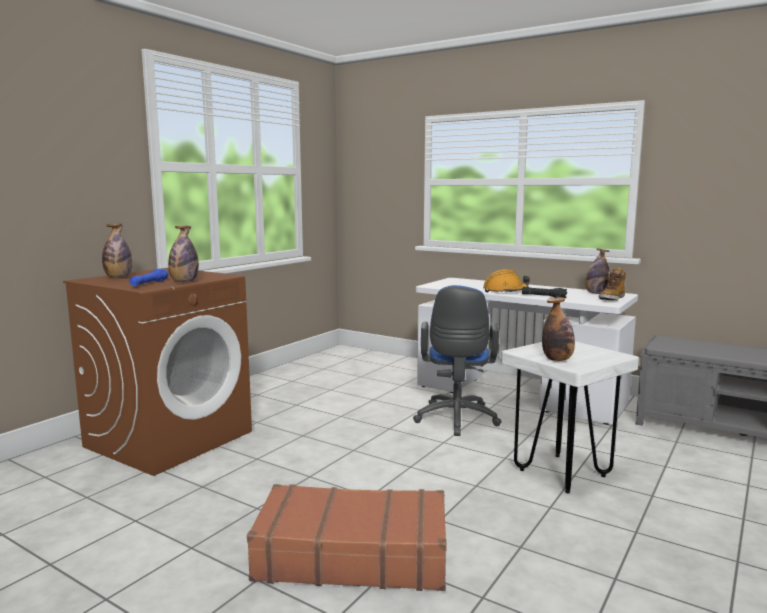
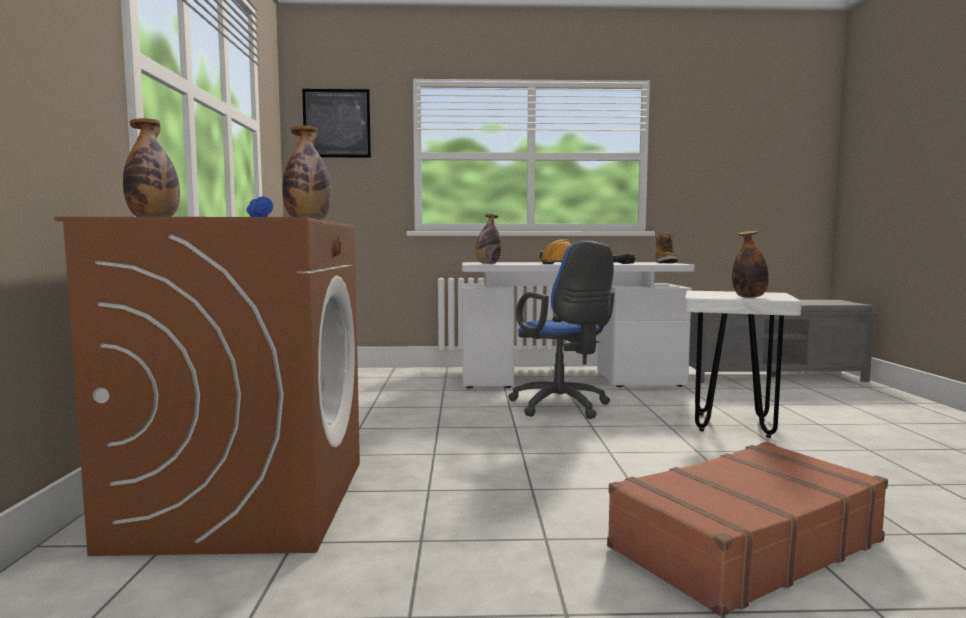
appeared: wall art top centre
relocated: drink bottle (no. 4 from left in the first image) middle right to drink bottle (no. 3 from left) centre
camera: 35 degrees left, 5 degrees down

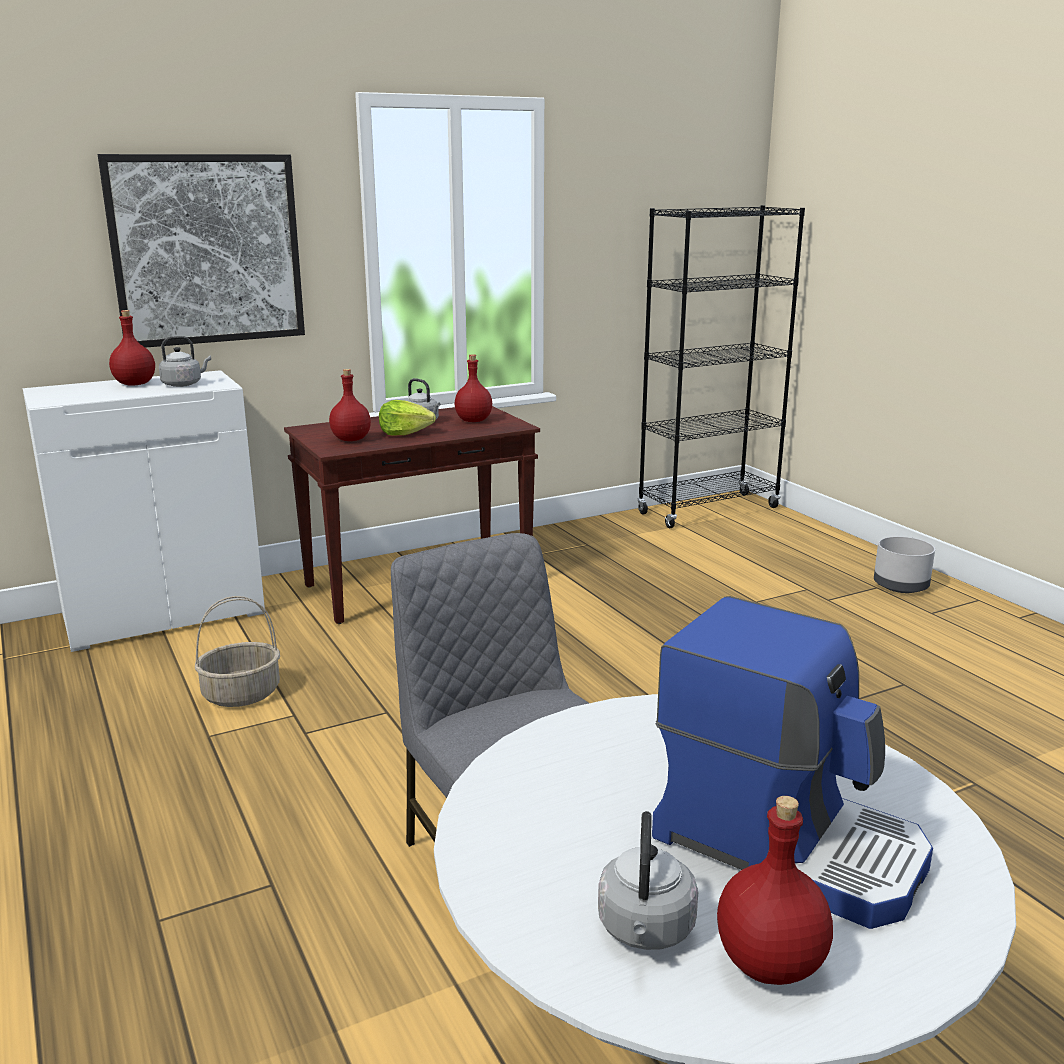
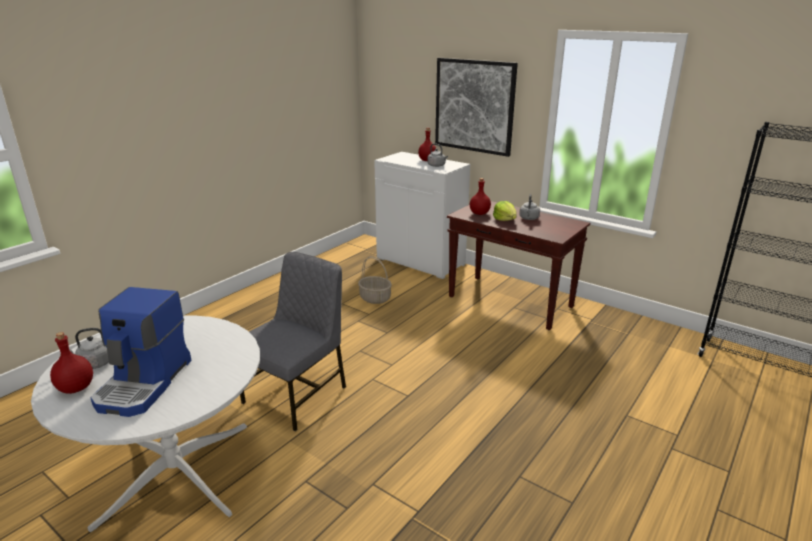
missing: drink bottle (reddish) (no. 3 from left) centre; planter (gray) middle right
camera: 65 degrees right, 5 degrees up

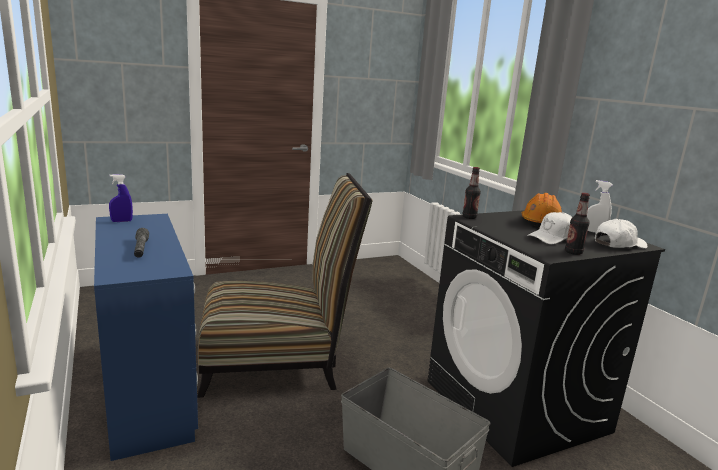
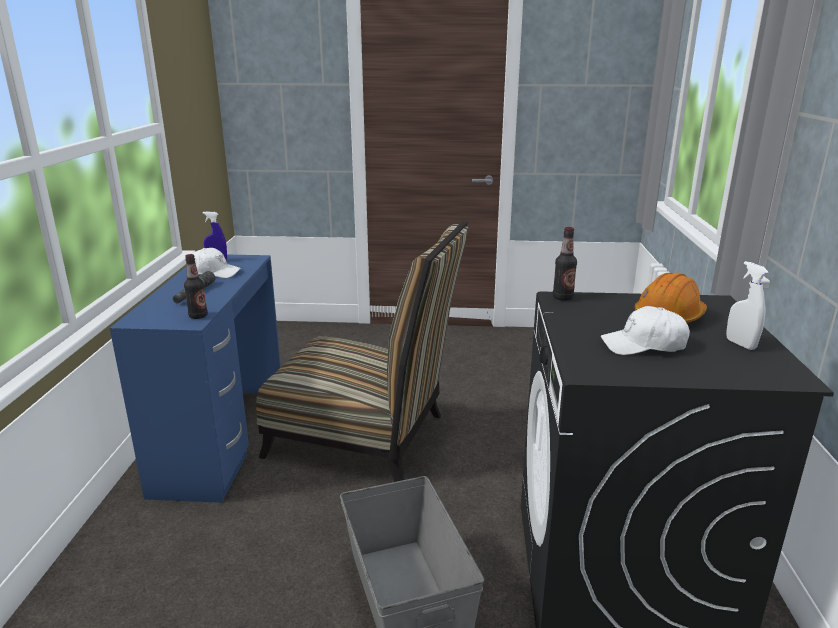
relocated: drink bottle (no. 2 from left in the first image) middle right to drink bottle (no. 1 from left) middle left; peaked cap (white-coloured) (no. 2 from left in the first image) middle right to peaked cap (white-coloured) (no. 1 from left) middle left
camera: 30 degrees right, 5 degrees up

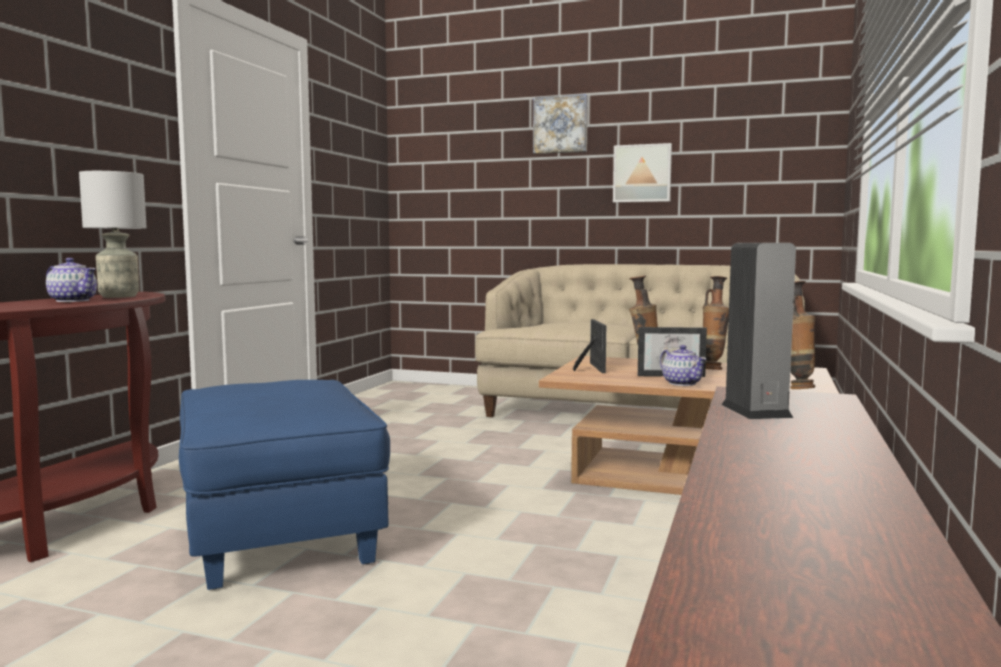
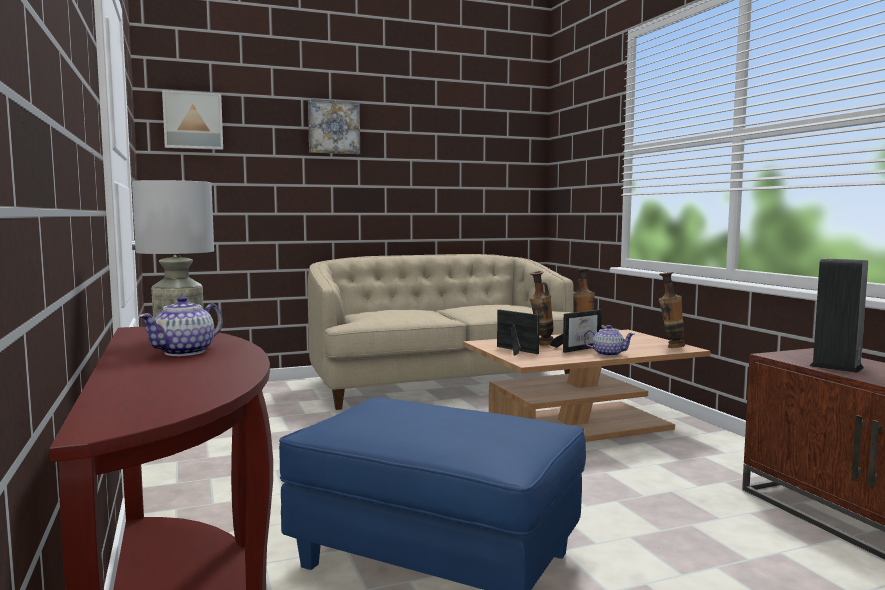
relocated: wall art (no. 2 from left in the first image) top centre to wall art (no. 1 from left) top left
spun: pot for tea (no. 1 from left) middle left = middle left 135 degrees clockwise
camera: 40 degrees left, 0 degrees up

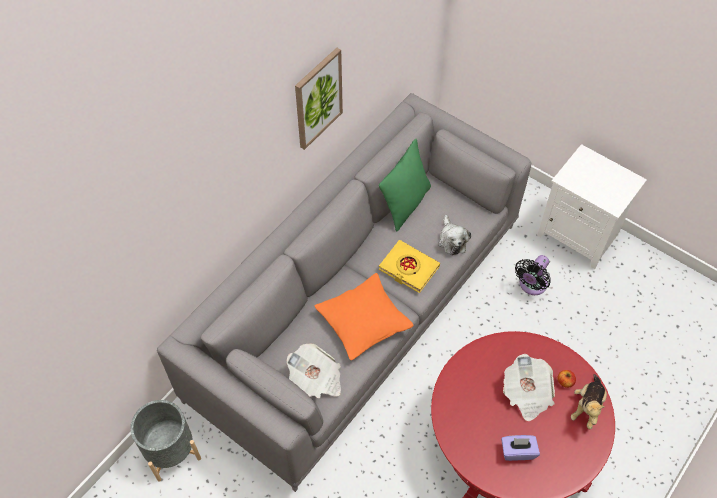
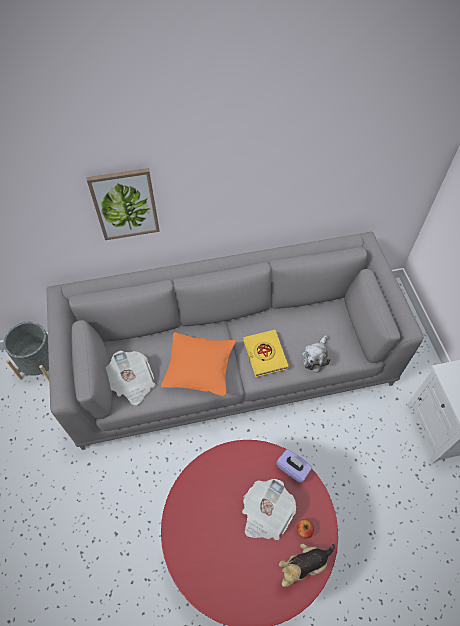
missing: cushion (green) centre; cooling fan (black) middle right
relocated: wall art top centre to top left; tissue holder (purple-coloured) bottom right to bottom centre
camera: 40 degrees right, 0 degrees up

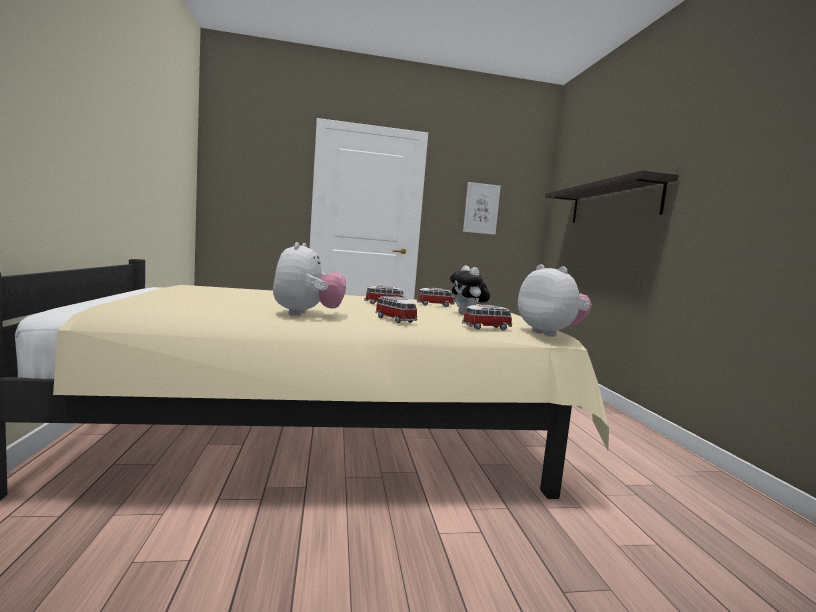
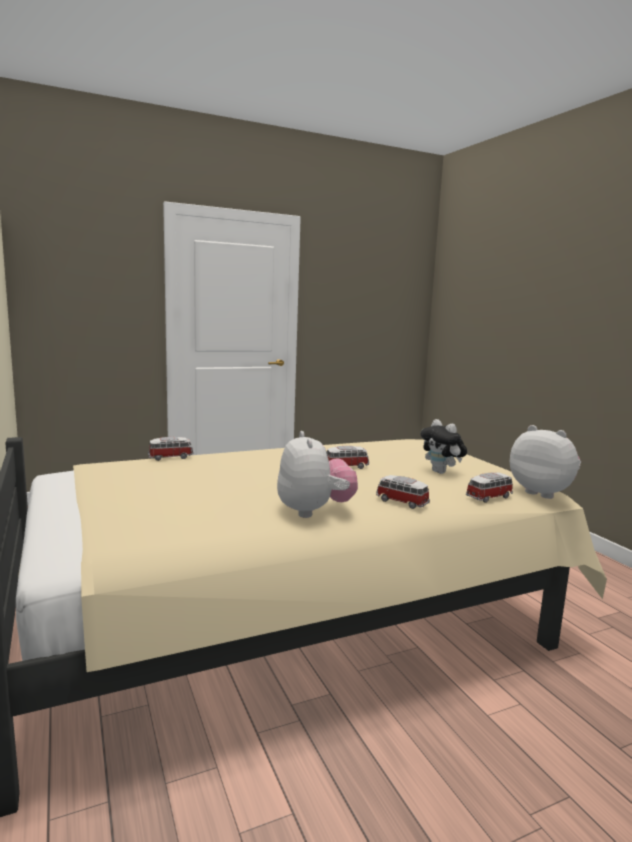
missing: wall art centre; bracket shelf top right
relocated: model car (no. 3 from left in the first image) centre to model car (no. 1 from left) middle left
camera: 15 degrees left, 5 degrees up

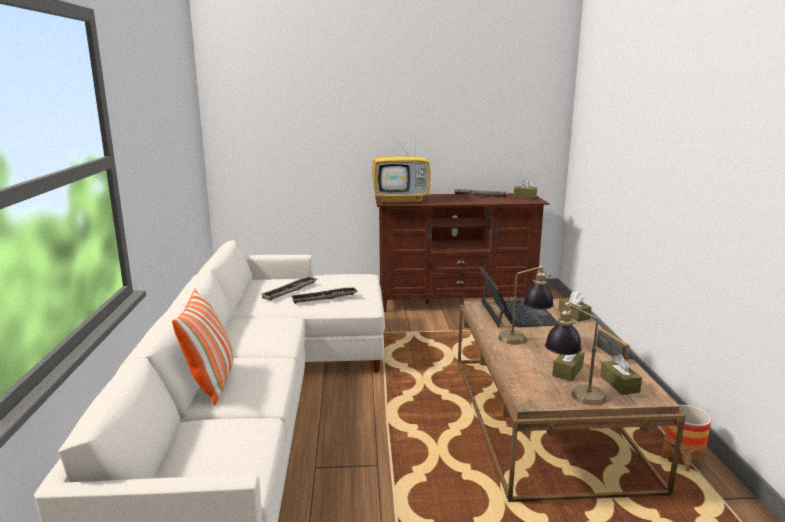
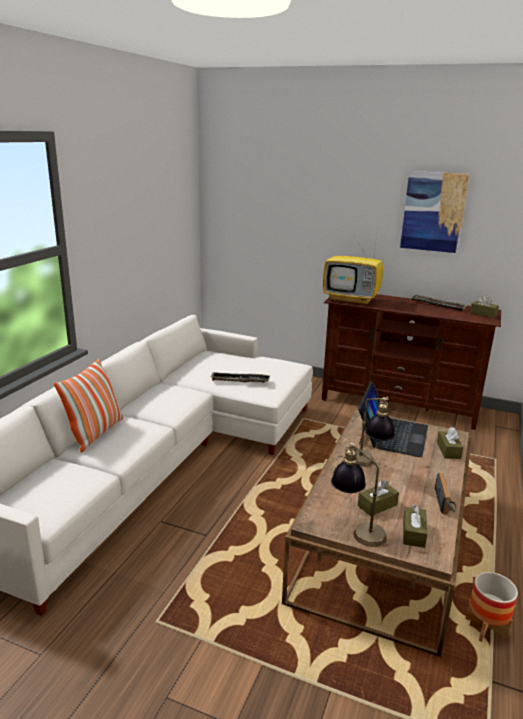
missing: carrying tray (no. 1 from left) centre
appeared: wall art top right
camera: 25 degrees right, 5 degrees up

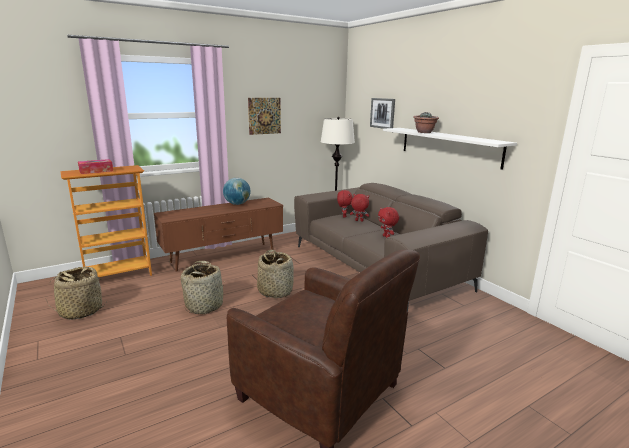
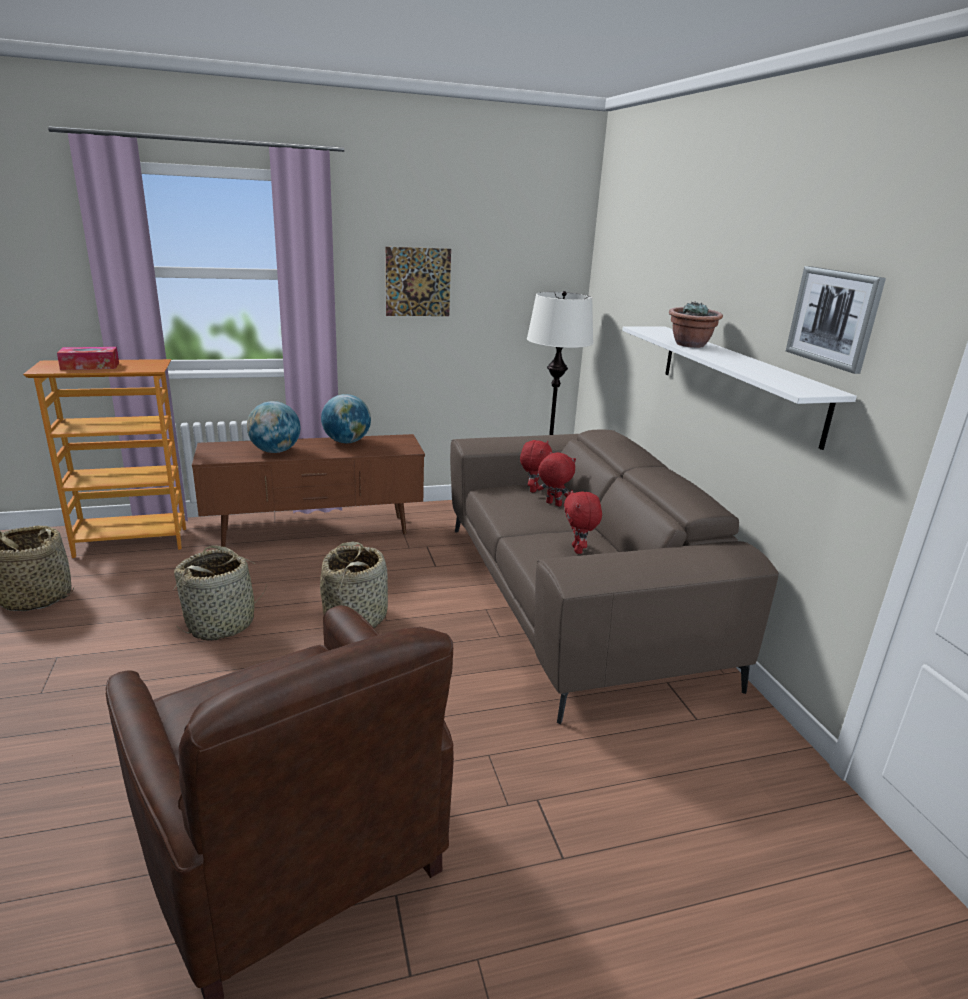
appeared: globe (no. 1 from left) middle left
relocated: wall art (no. 2 from left) top centre to top right
camera: 15 degrees right, 5 degrees up

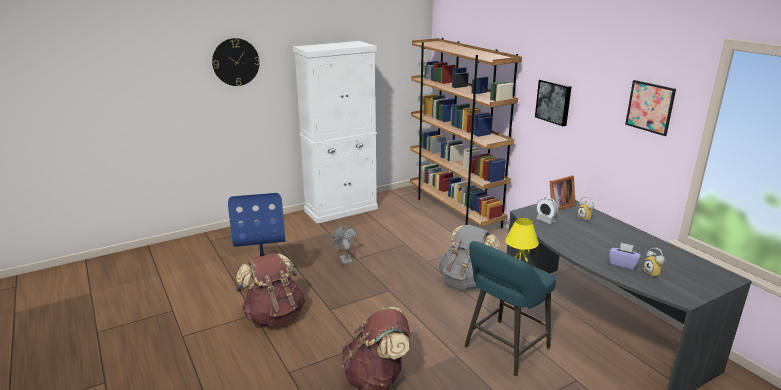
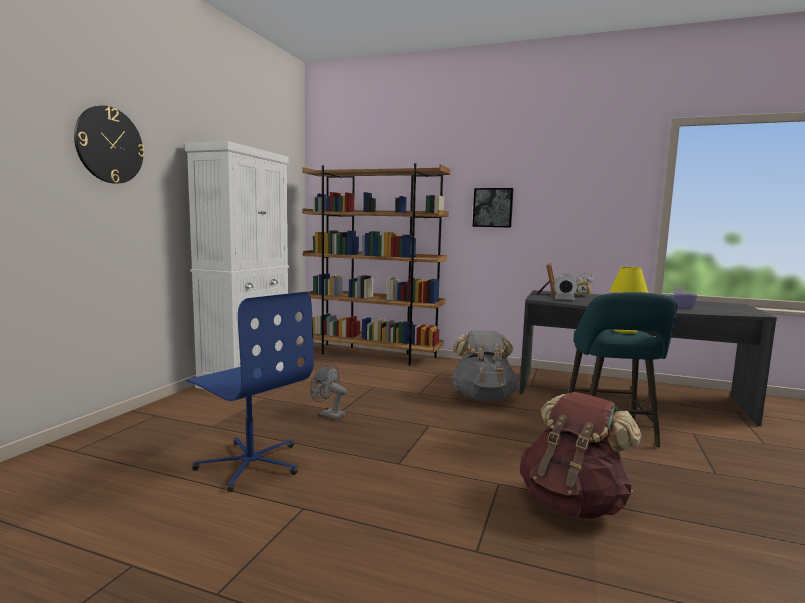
missing: backpack (brownish) (no. 1 from left) bottom centre; wall art (no. 2 from left) top right; table clock (no. 3 from left) bottom right
camera: 40 degrees left, 15 degrees down

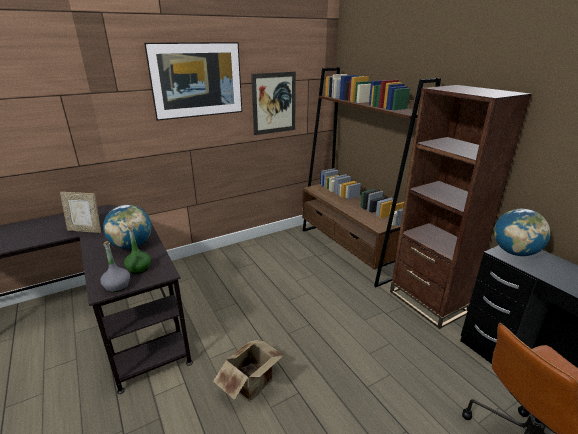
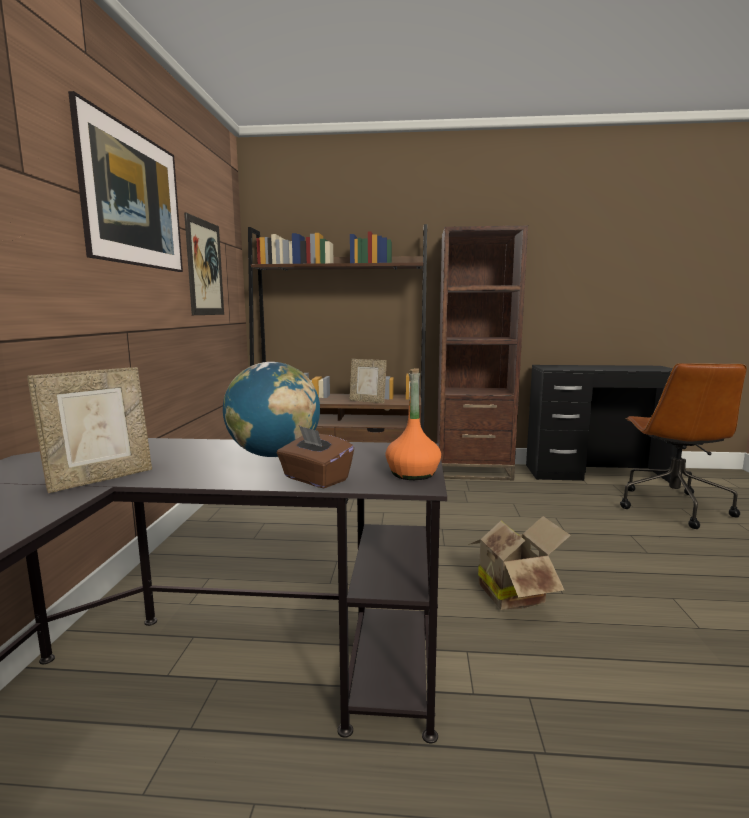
missing: drink bottle (green) middle left; globe (no. 2 from left) middle right
appeared: tissue holder (brownish) centre; standing frame (no. 2 from left) centre
colour: drink bottle (gray) middle left to drink bottle (orange) centre
camera: 55 degrees left, 15 degrees down

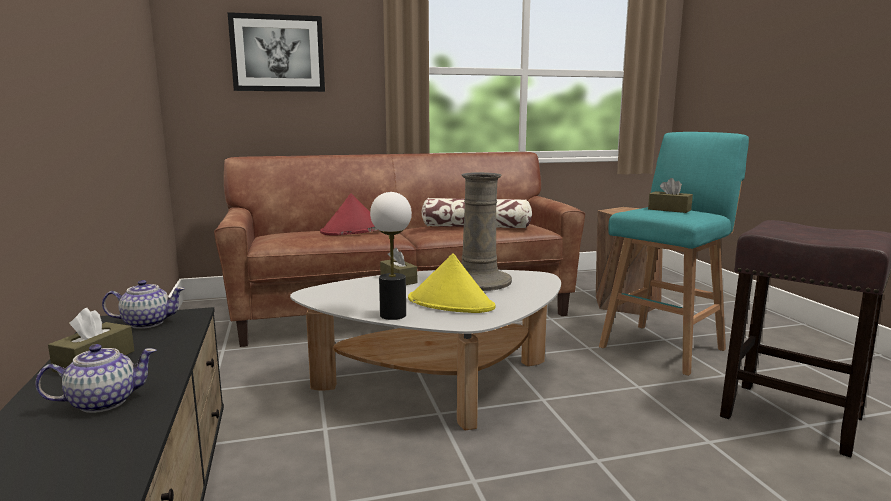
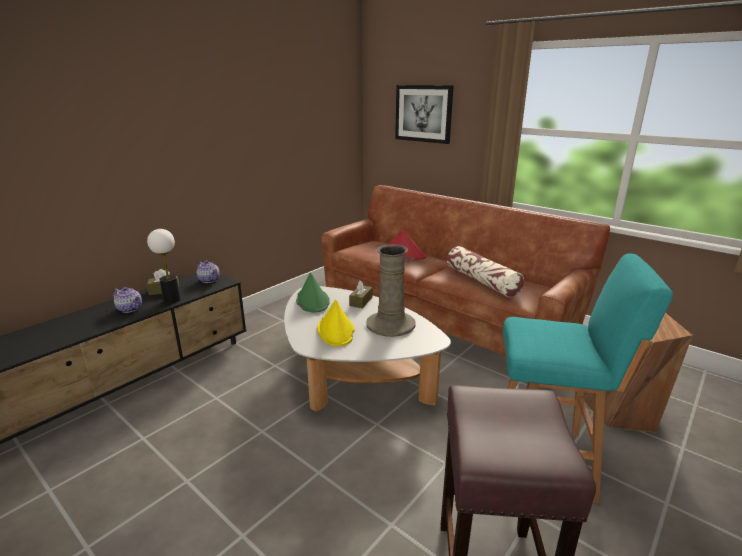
missing: tissue holder (brownish) (no. 3 from left) middle right
appeared: wearable hat (green) centre
relocated: table lamp centre to middle left
camera: 55 degrees right, 10 degrees up

